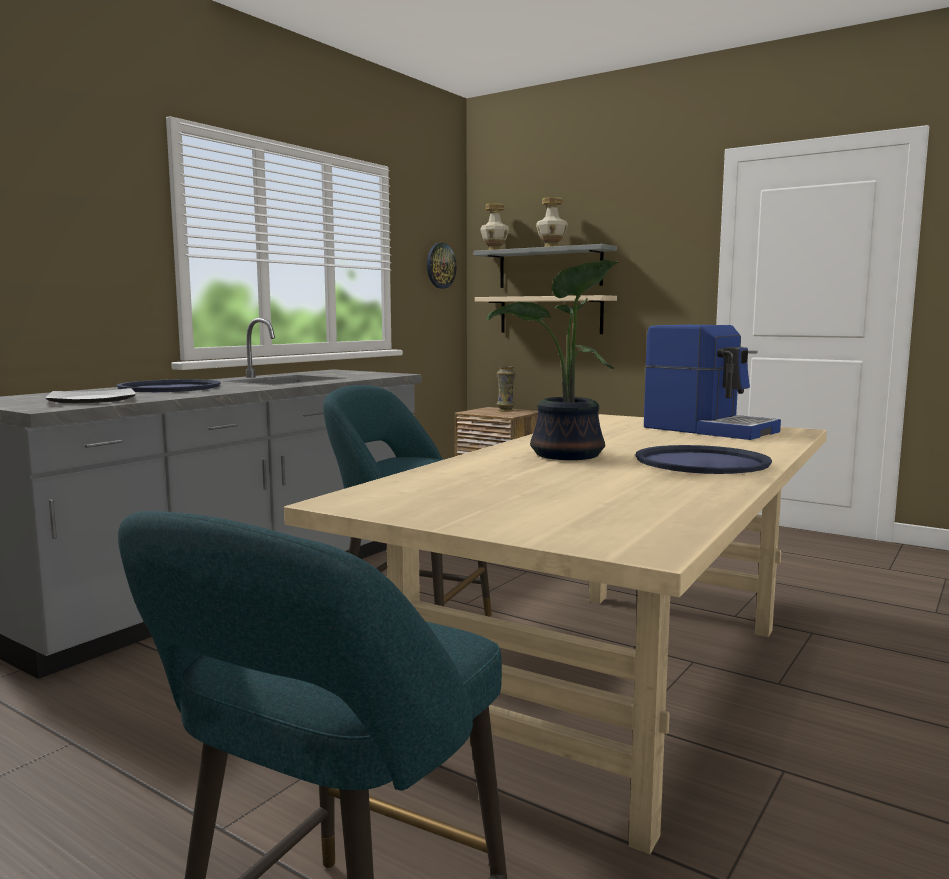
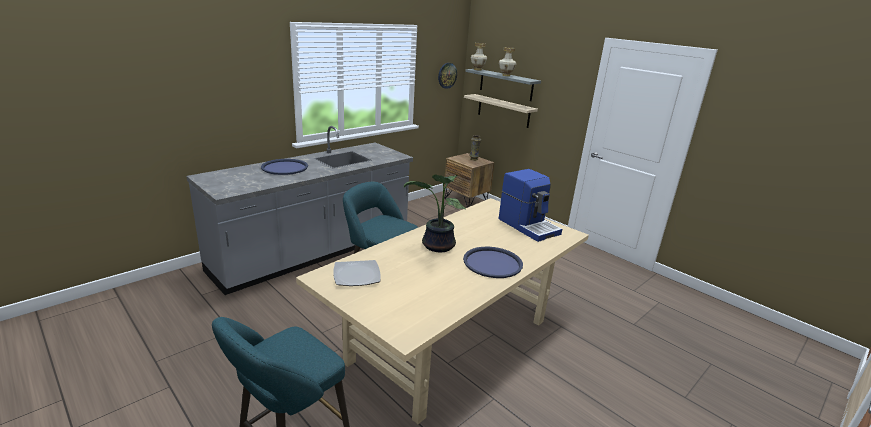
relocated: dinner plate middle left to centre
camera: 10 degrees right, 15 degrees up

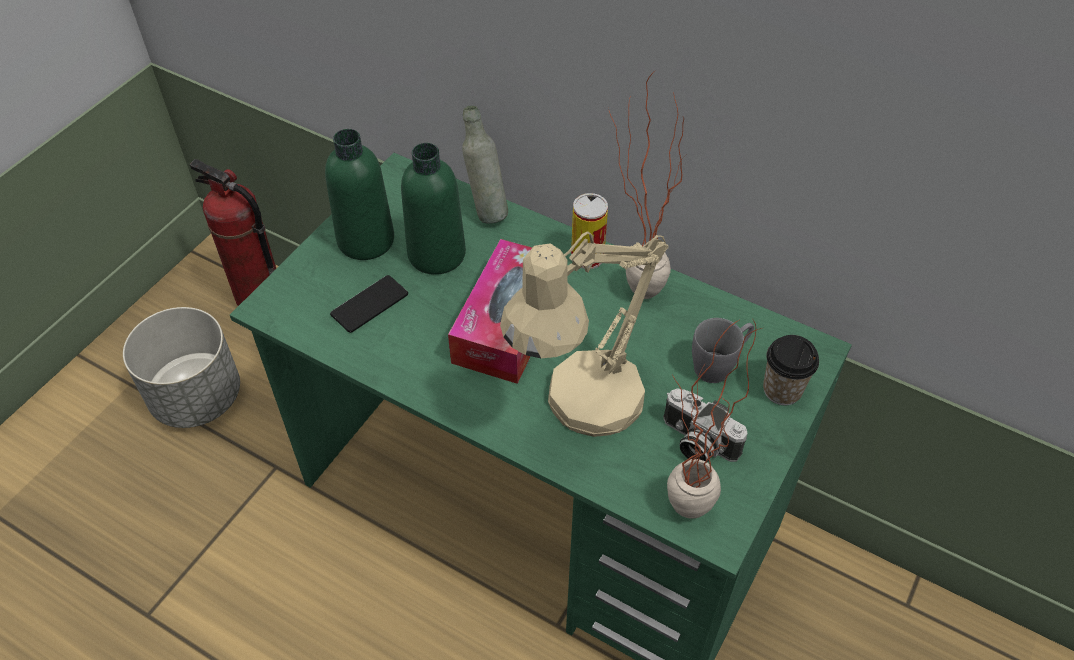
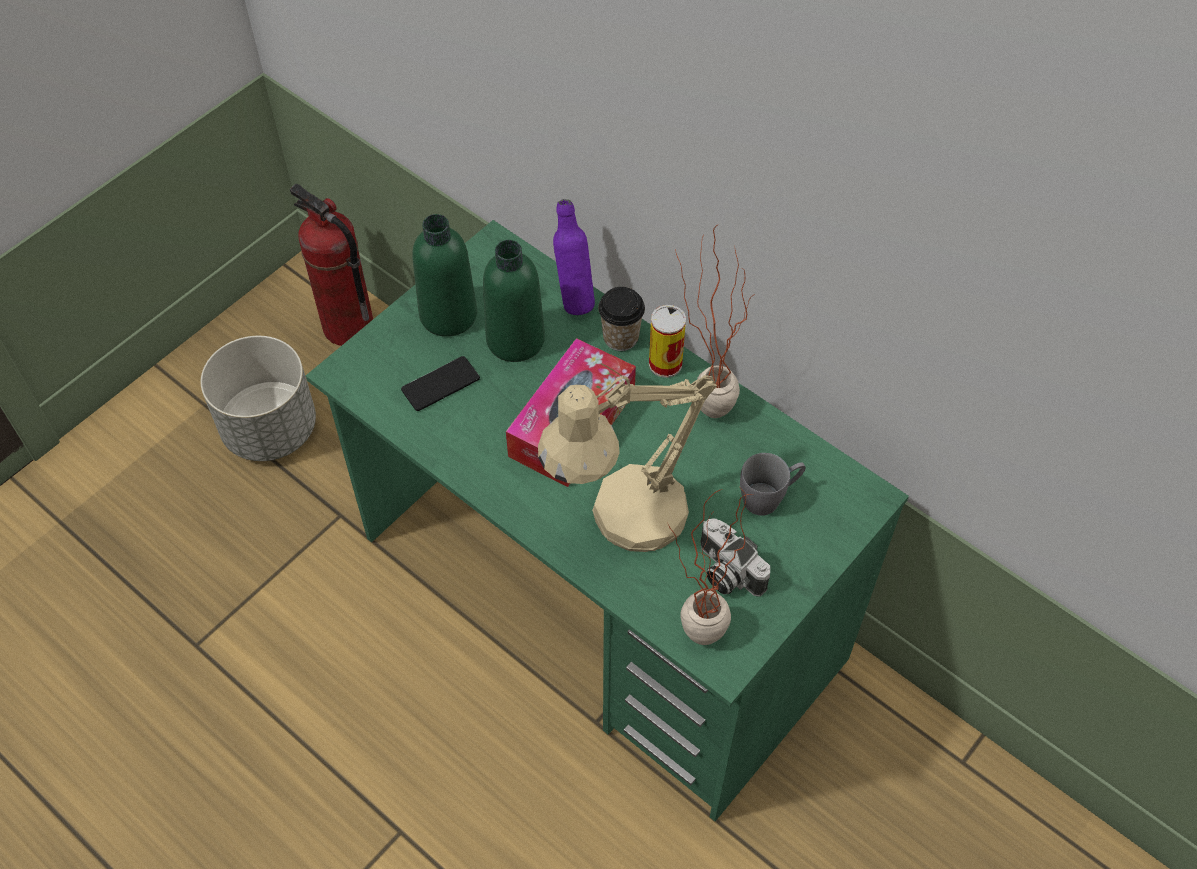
relocated: small cup middle right to centre
colour: drink bottle (gray) top centre to drink bottle (purple-coloured) top centre
camera: 10 degrees right, 5 degrees up

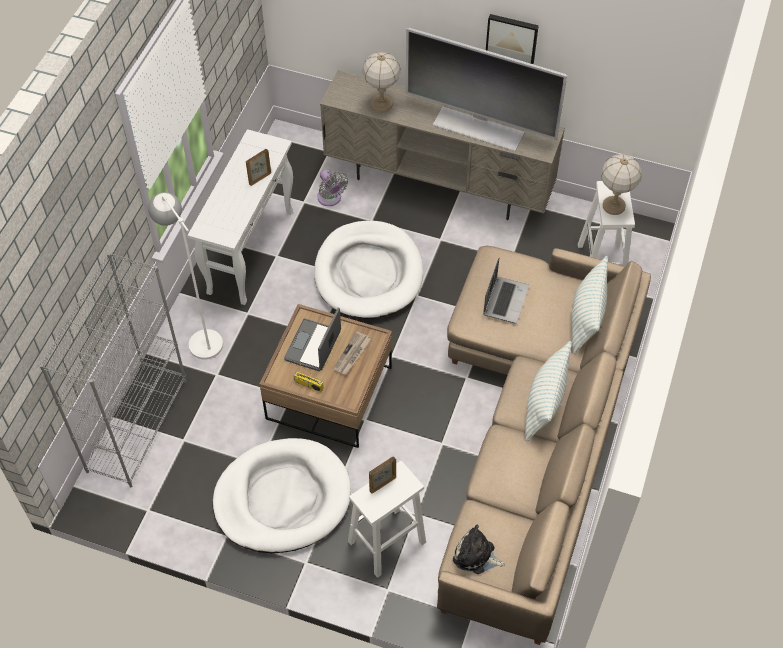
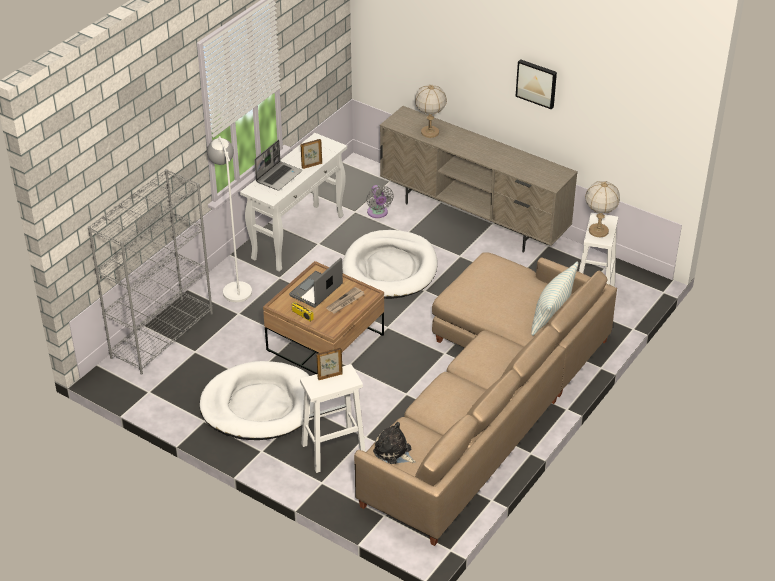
missing: TV set top centre; cushion (no. 1 from left) middle right
relocated: portable computer (no. 2 from left in the first image) centre to portable computer (no. 1 from left) top centre
camera: 15 degrees right, 15 degrees down

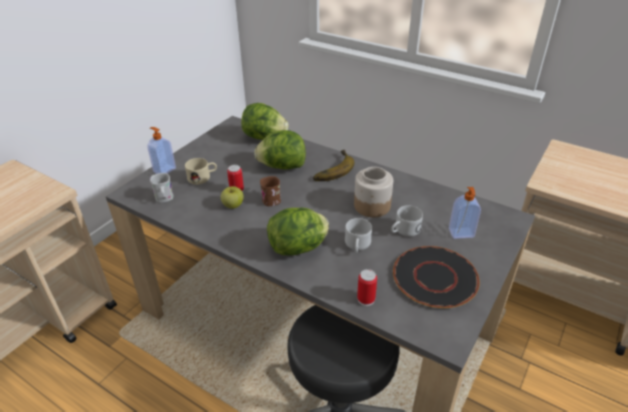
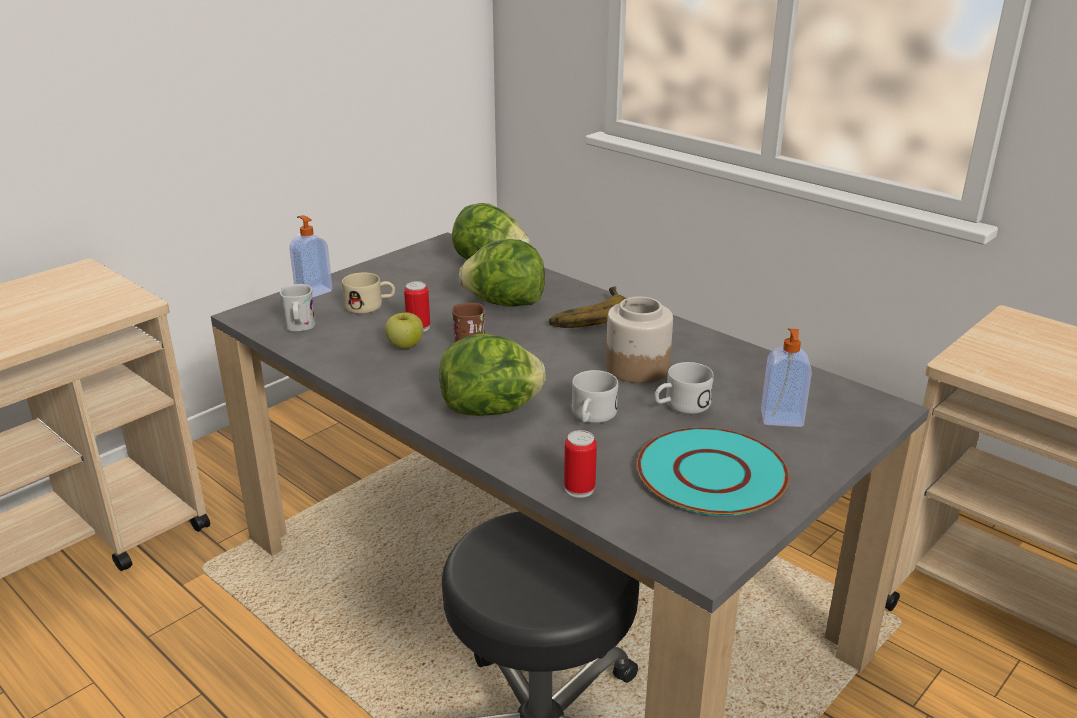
colour: dinner plate (black) bottom right to dinner plate (turquoise-coloured) centre
camera: 10 degrees right, 10 degrees down

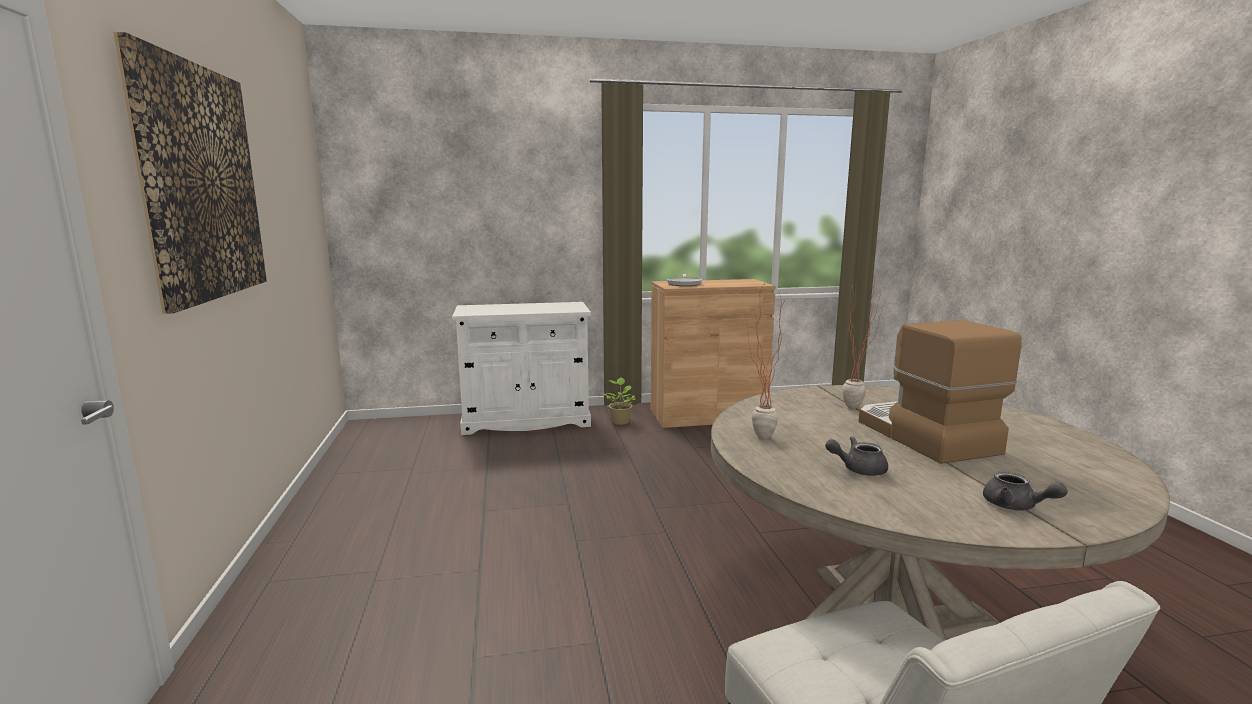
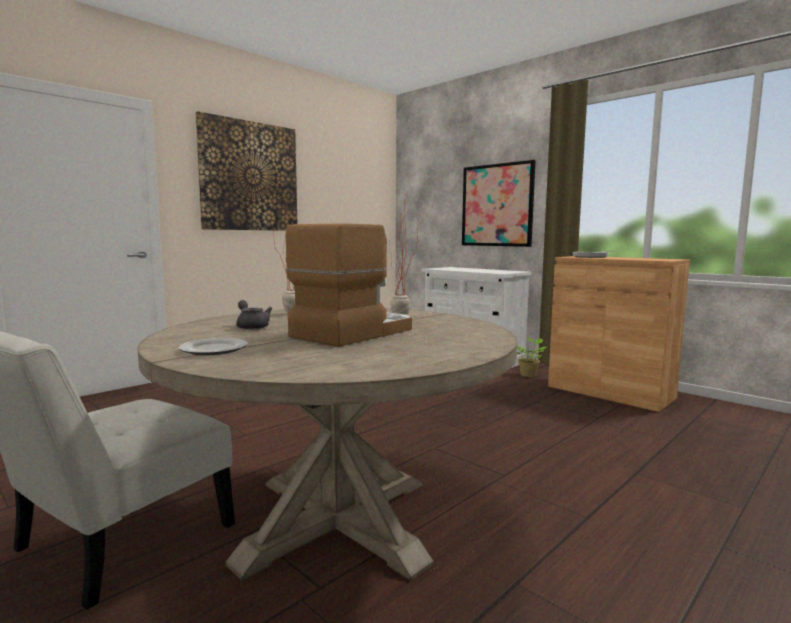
appeared: wall art (no. 2 from left) top centre
exchanged: pot for tea (gray) (no. 2 from left) bottom right to dinner plate middle left
camera: 55 degrees right, 5 degrees down

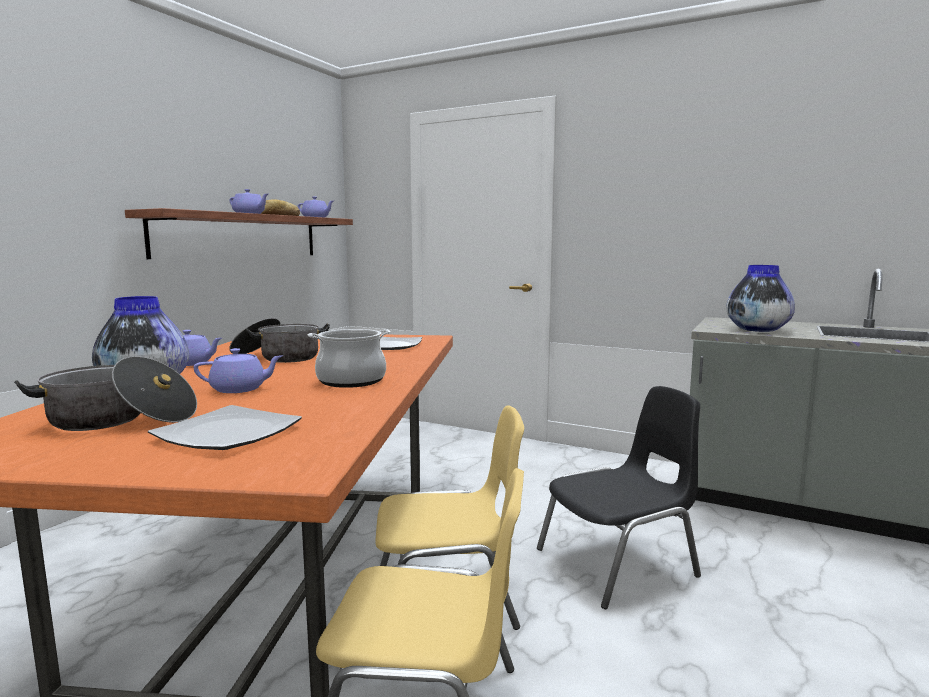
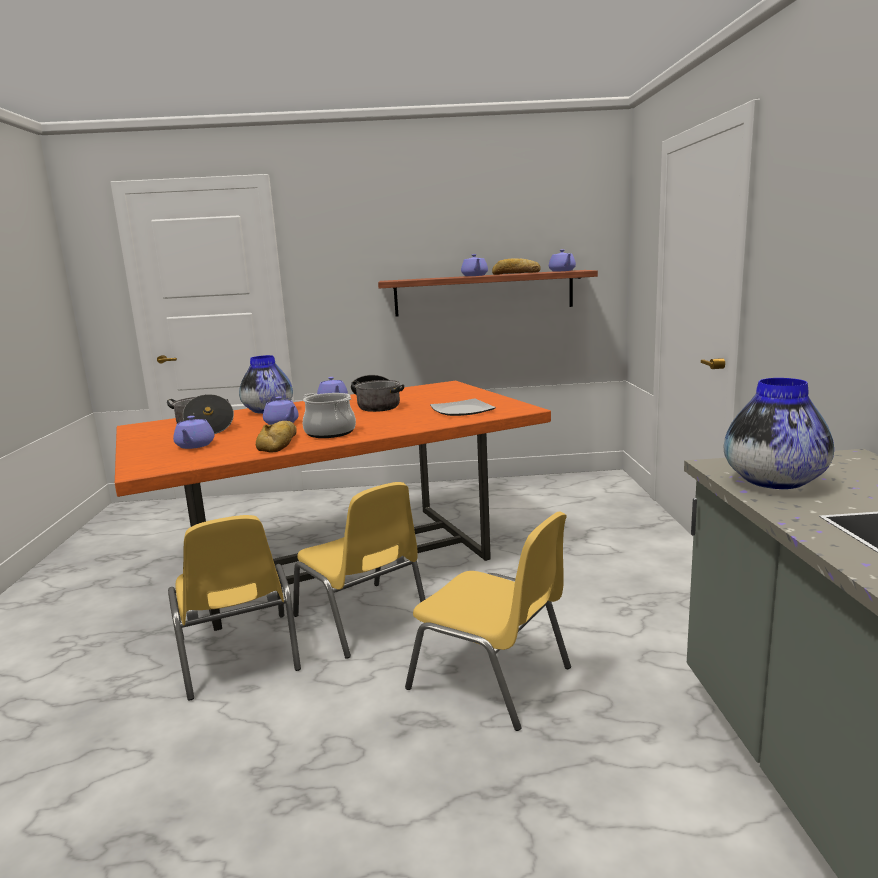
appeared: baked bread (no. 1 from left) middle left
exchanged: dinner plate (no. 1 from left) middle left to pot for tea (purple-coloured) (no. 1 from left) middle left
colour: plain chair (black) bottom centre to plain chair (yellowish) (no. 3 from left) bottom centre
camera: 60 degrees right, 5 degrees up

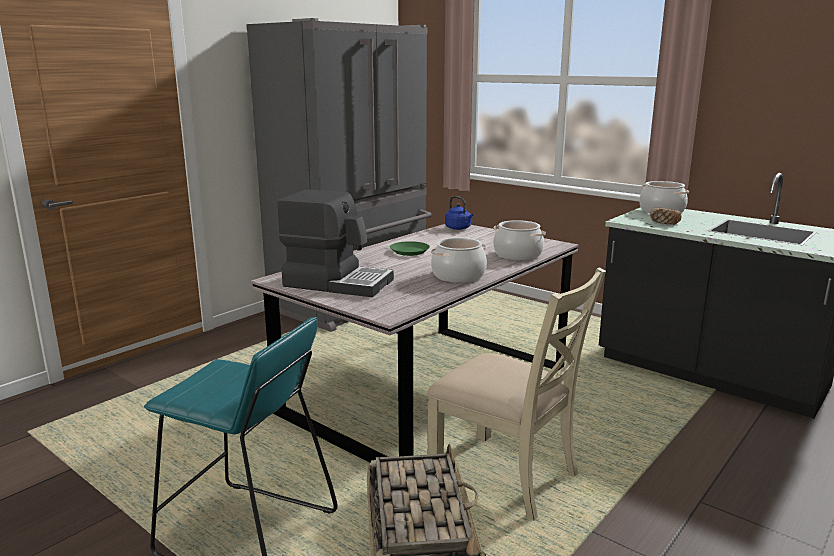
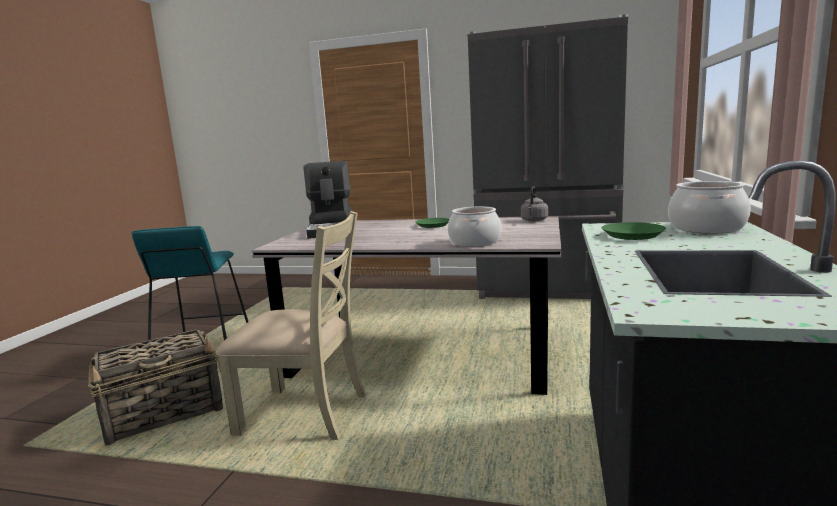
missing: cooking pot (no. 1 from left) centre
exchanged: baked bread middle right to dinner plate (green) (no. 2 from left) middle right
colour: kettle (blue) centre to kettle (gray) centre
spun: plain chair (beige-coloured) bottom centre = centre 90 degrees counterclockwise
camera: 65 degrees right, 5 degrees down

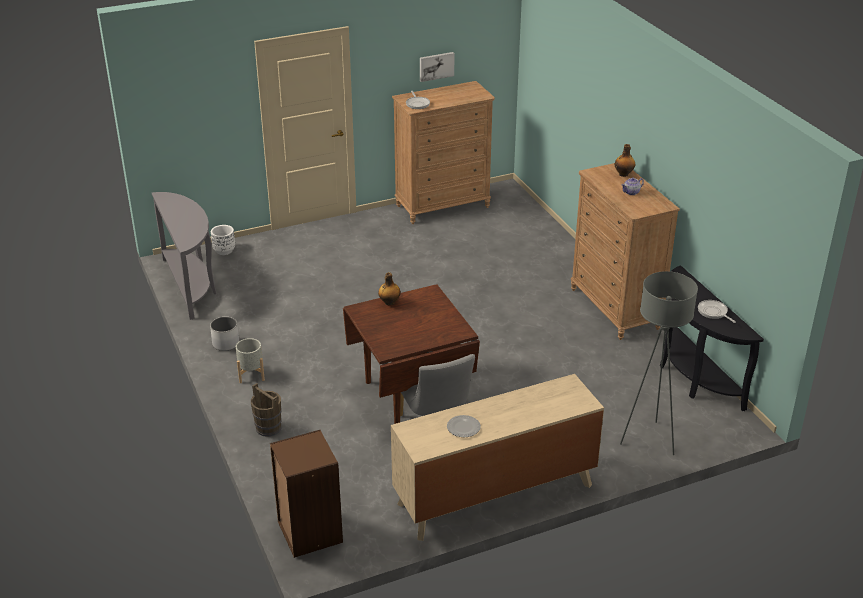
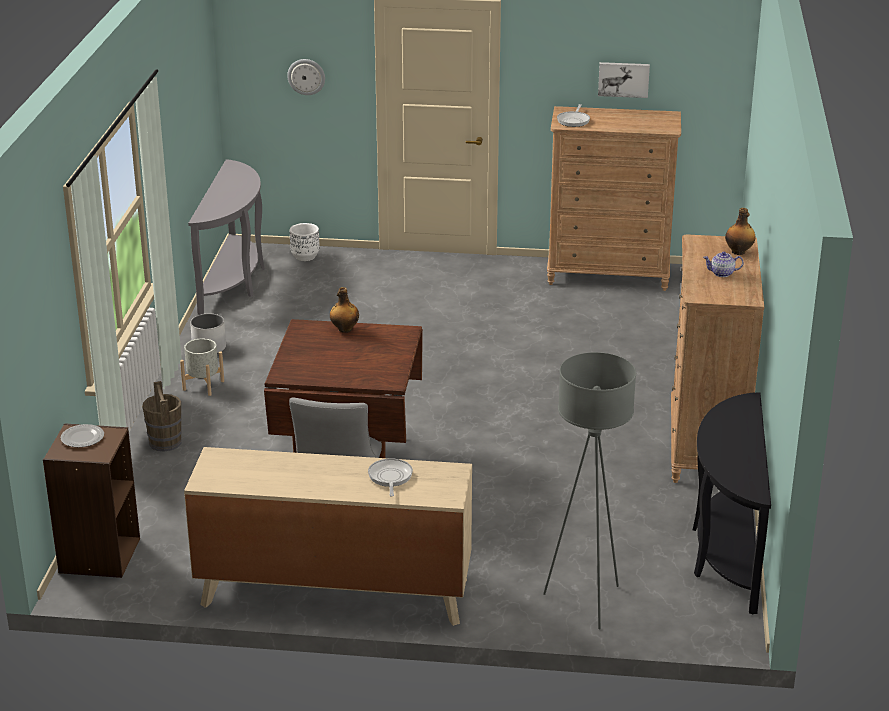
appeared: hanging clock top centre
relocated: dinner plate bottom centre to middle left; skillet (no. 2 from left in the first image) middle right to skillet (no. 1 from left) bottom centre
camera: 30 degrees right, 5 degrees down

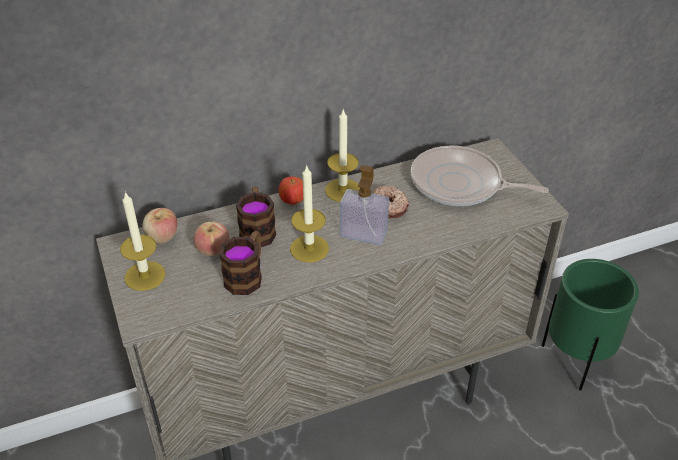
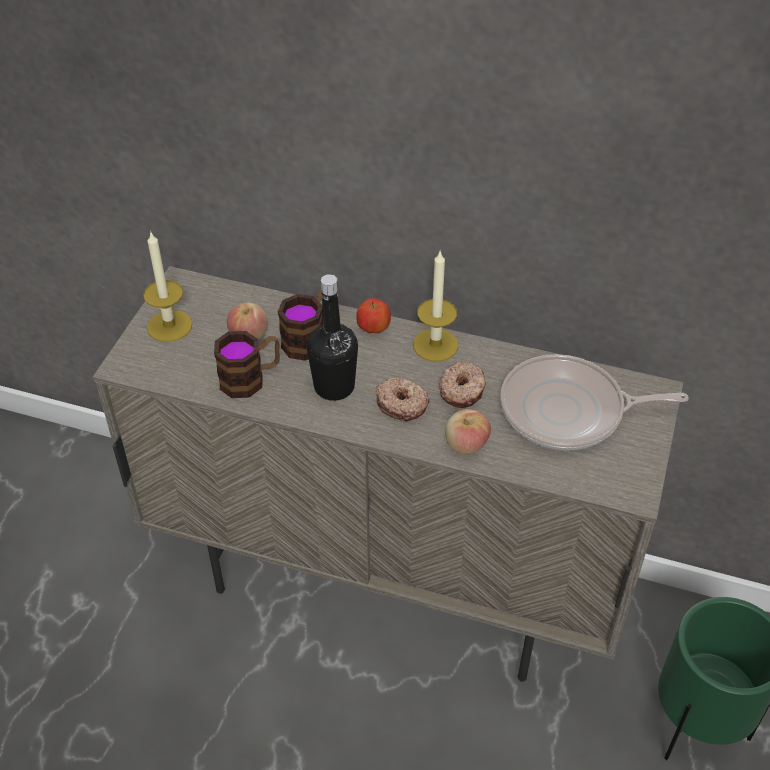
relocated: whole apple (no. 1 from left in the first image) middle left to whole apple (no. 3 from left) centre
exchanged: wax light (no. 2 from left) centre to drink bottle (black) centre; soap dispenser centre to ring doughnut (no. 1 from left) centre
spun: skillet middle right = middle right 60 degrees counterclockwise
camera: 40 degrees right, 5 degrees up

